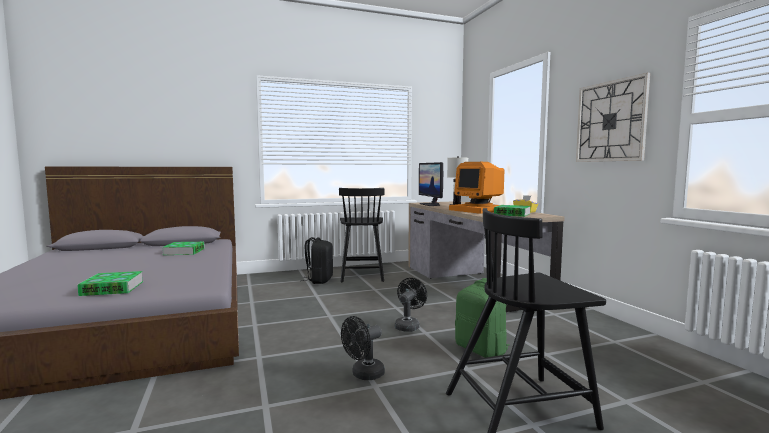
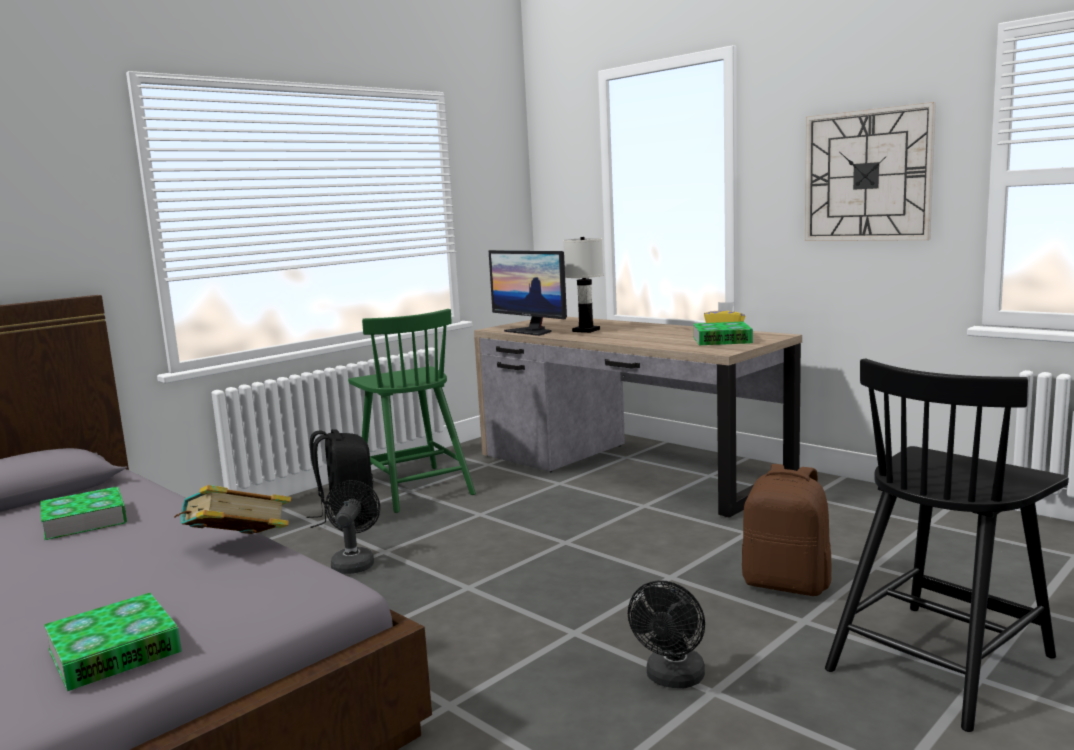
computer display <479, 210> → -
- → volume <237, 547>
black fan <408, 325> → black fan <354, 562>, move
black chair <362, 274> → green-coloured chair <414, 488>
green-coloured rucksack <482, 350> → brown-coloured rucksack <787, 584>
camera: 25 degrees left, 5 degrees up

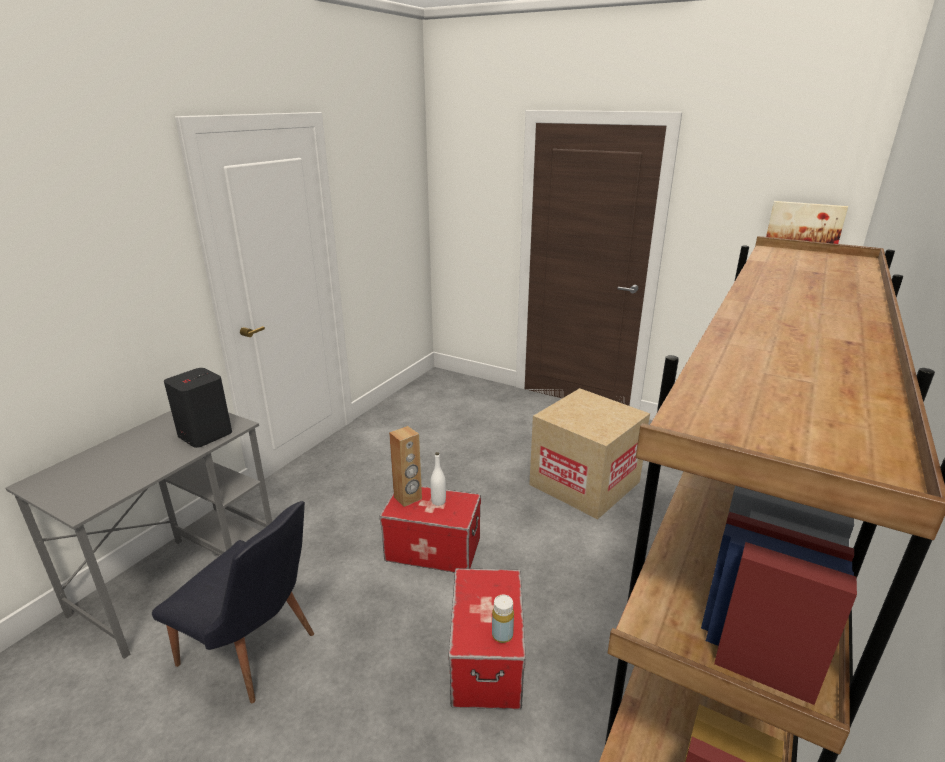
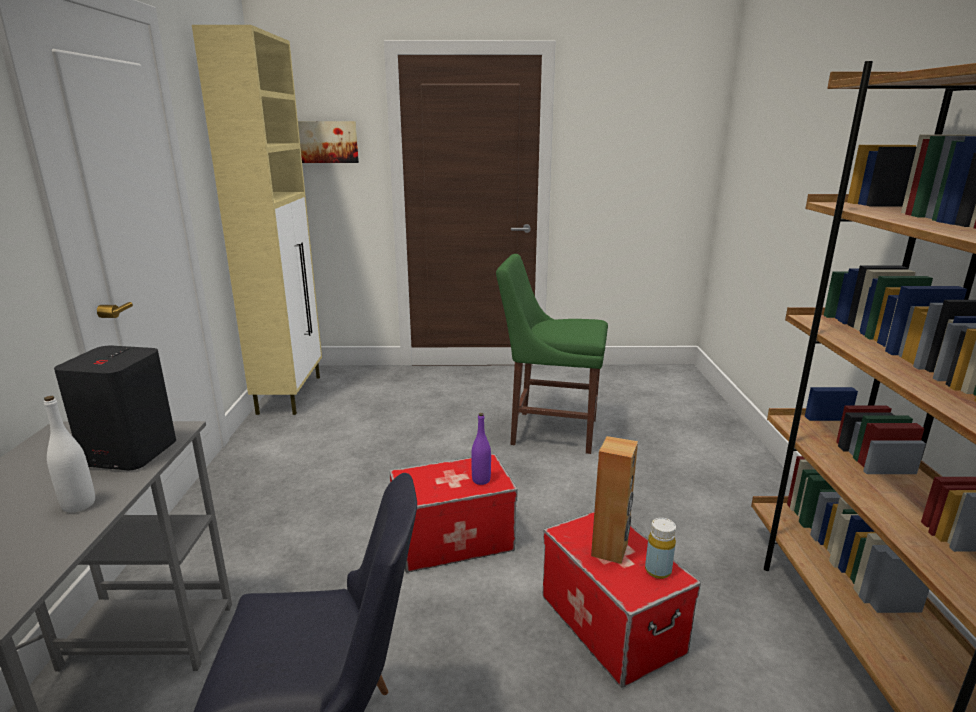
- → beige storage cabinet <290, 394>
- → purplish bottle <481, 480>
brown-coloured audio speaker <408, 498> → brown-coloured audio speaker <610, 550>, move
white bottle <438, 501> → white bottle <79, 505>, move
wall picture <804, 225> → wall picture <327, 142>, move
packing box <584, 483> → green-coloured chair <549, 430>
camera: 30 degrees left, 5 degrees down

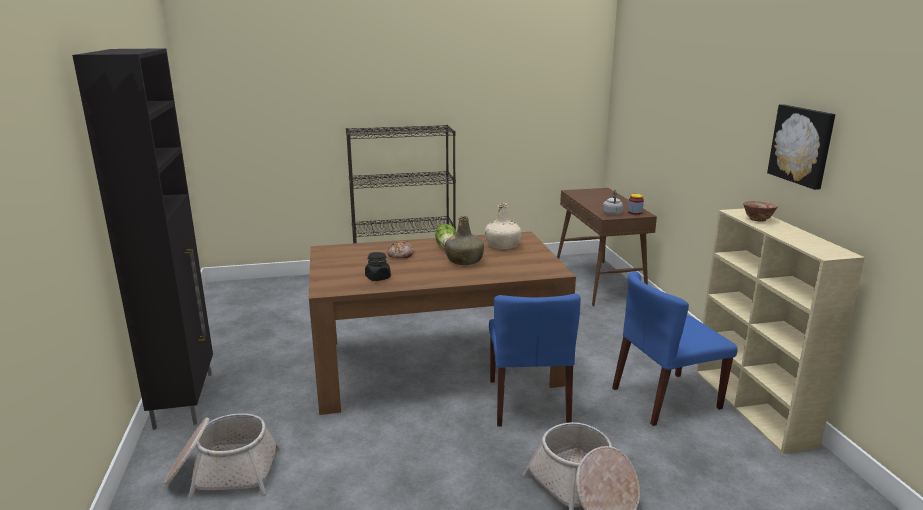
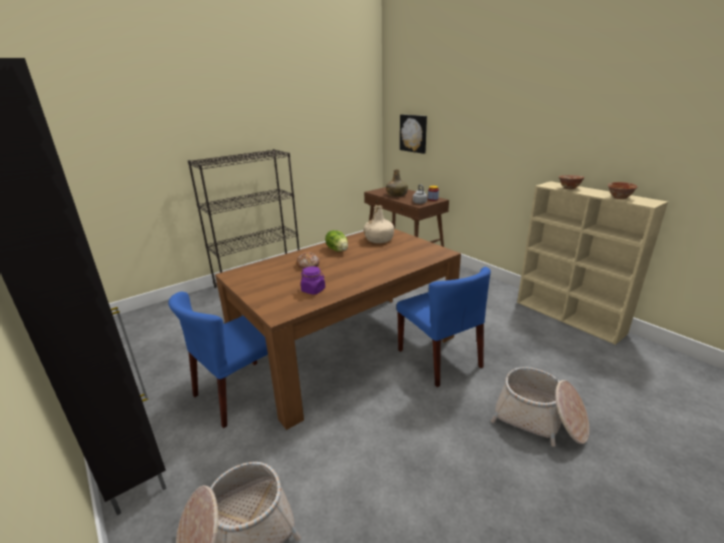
- → deep dish <619, 198>
green-coloured bottle <464, 261> → green-coloured bottle <396, 195>, move
blue chair <665, 398> → blue chair <240, 392>, move
wall picture <802, 145> → wall picture <414, 133>, move
black storage jar <378, 278> → purplish storage jar <313, 290>
camera: 25 degrees left, 5 degrees up

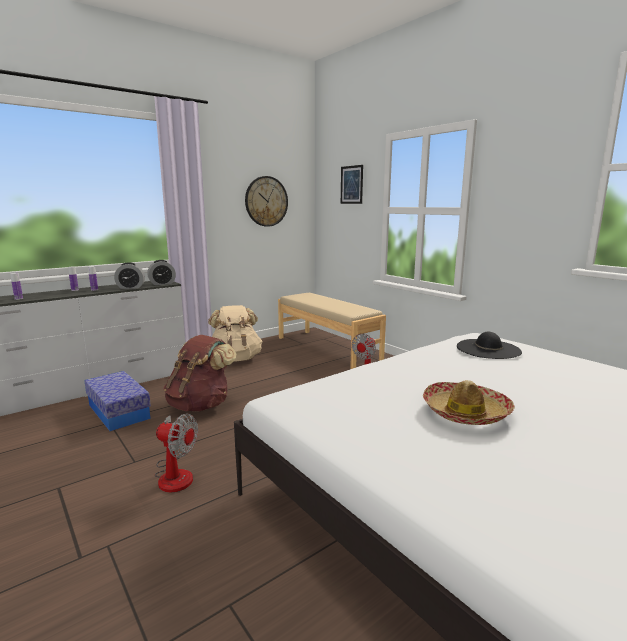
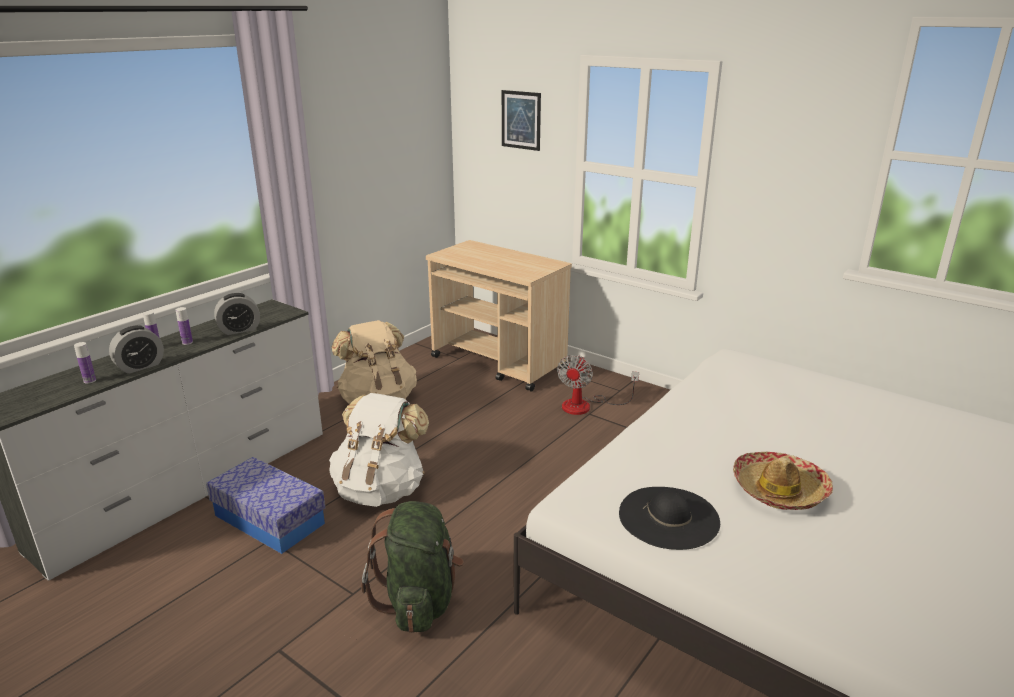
hanging clock <266, 201> → -
bedside clock <162, 283> → bedside clock <140, 366>, move
black clothing hat <488, 349> → black clothing hat <669, 517>, move
fan <175, 474> → green-coloured rucksack <419, 601>
beige long seat <328, 348> → beige wheeled cart <499, 363>
brown-coloured rucksack <201, 405> → white rucksack <381, 490>
camera: 15 degrees left, 10 degrees up

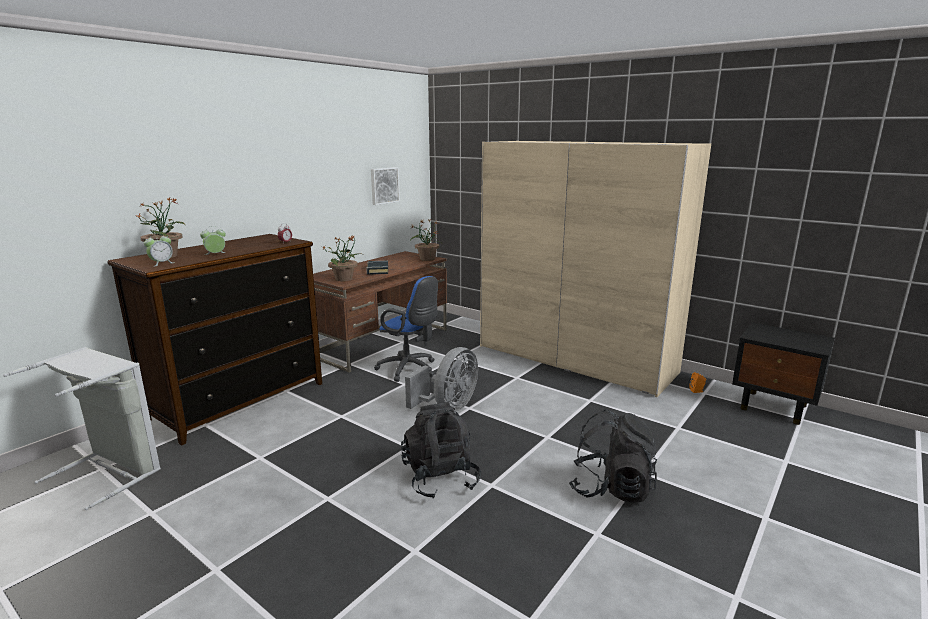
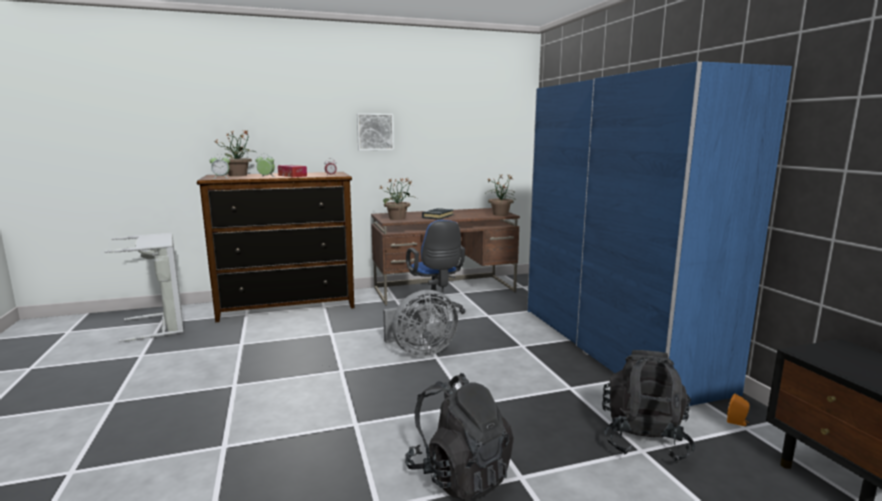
- → tissue holder <292, 176>
wall picture <384, 185> → wall picture <375, 131>, move
black rucksack <440, 478> → black rucksack <643, 440>, move
beige wardrobe <574, 359> → blue wardrobe <614, 346>
camera: 35 degrees right, 5 degrees down

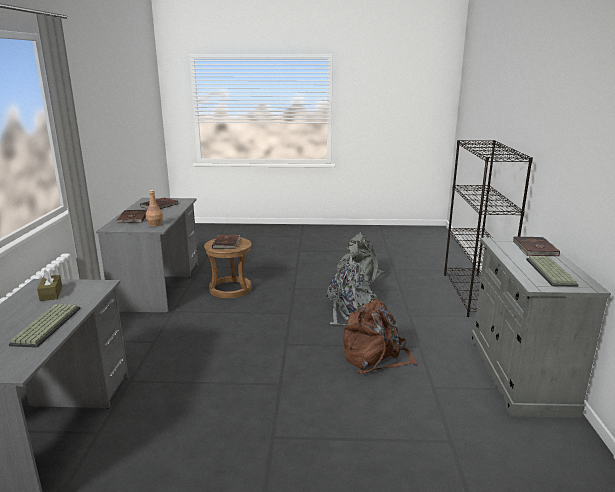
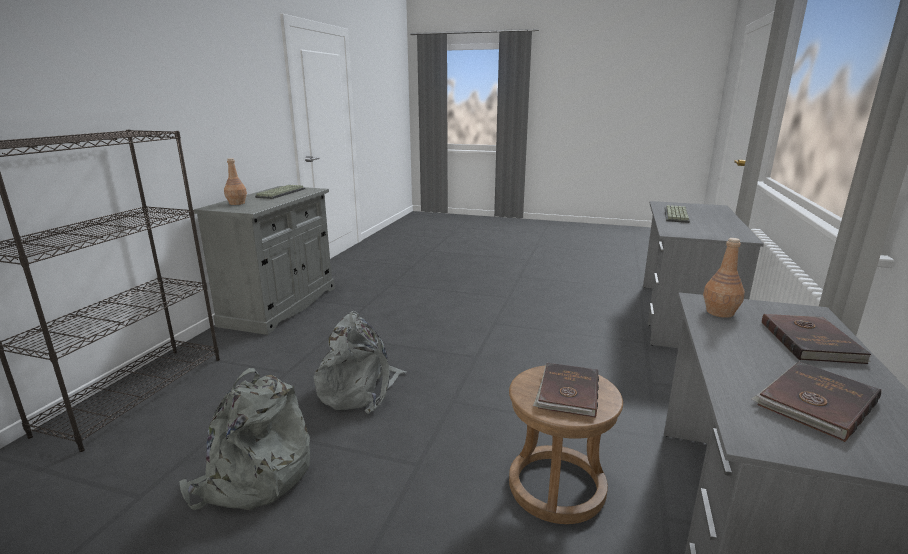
brown-coloured tissue holder <51, 293> → -
brown-coloured rucksack <375, 358> → -
brown-coloured volume <534, 248> → brown-coloured bottle <237, 203>
camera: 165 degrees left, 0 degrees up

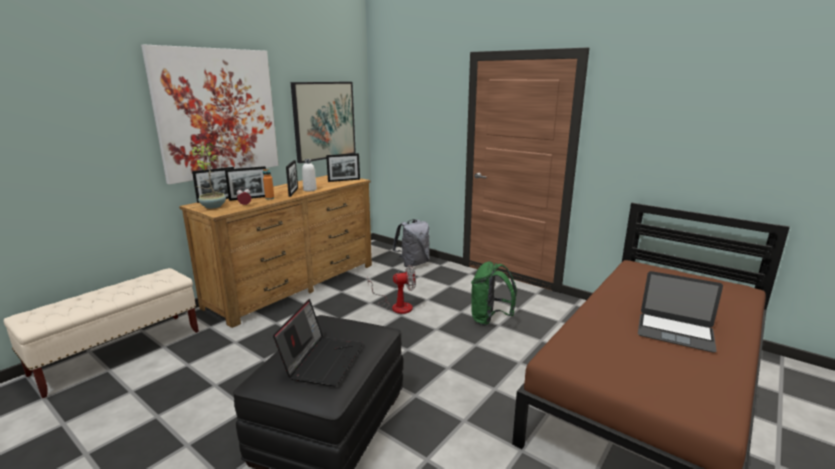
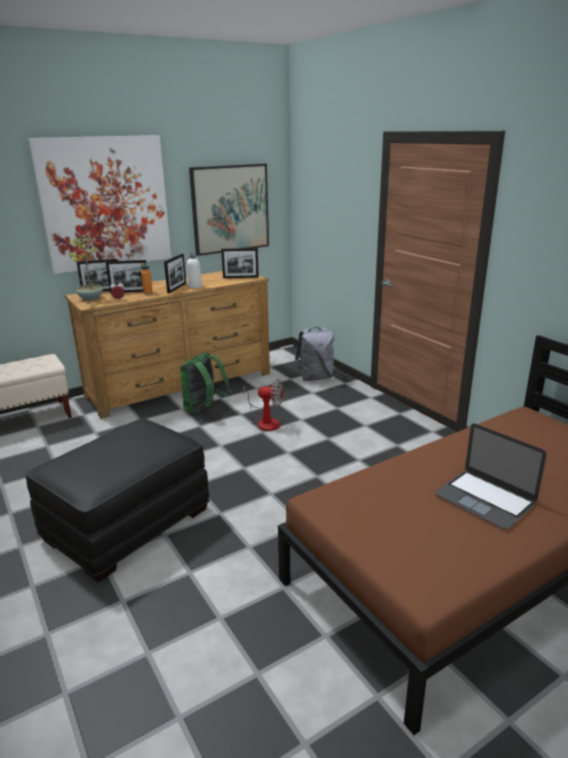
notebook computer <322, 360> → -
green-coloured rucksack <490, 319> → green-coloured rucksack <204, 409>, move
camera: 20 degrees right, 5 degrees up

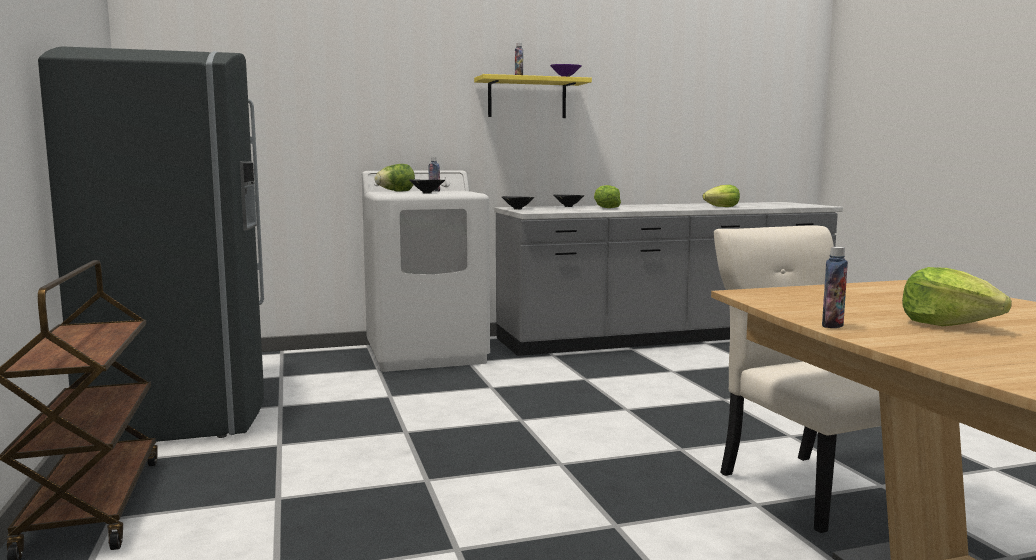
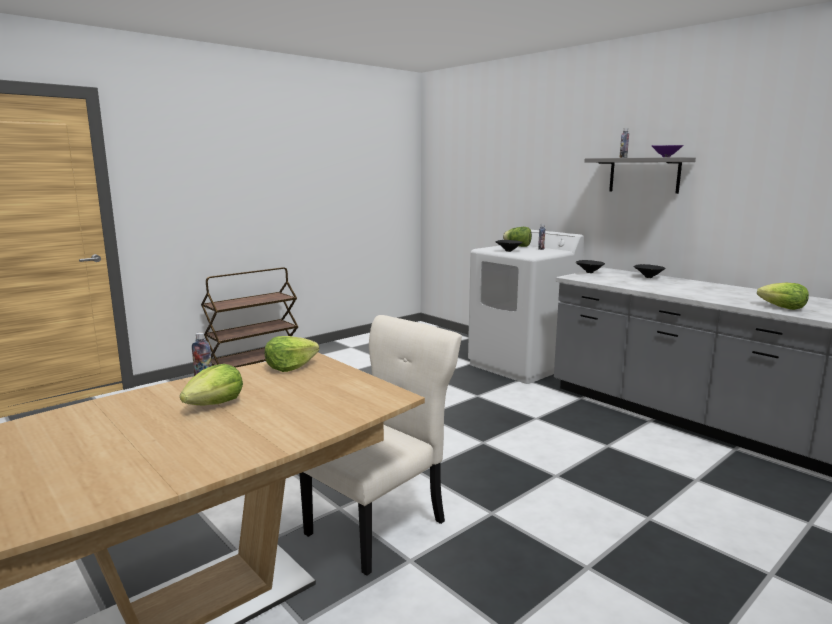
greyish kitchen fridge <184, 409> → -
head of lettuce <605, 207> → head of lettuce <290, 367>, move
yellow-coloured wall shelf <527, 98> → greyish wall shelf <644, 175>
camera: 65 degrees right, 5 degrees up

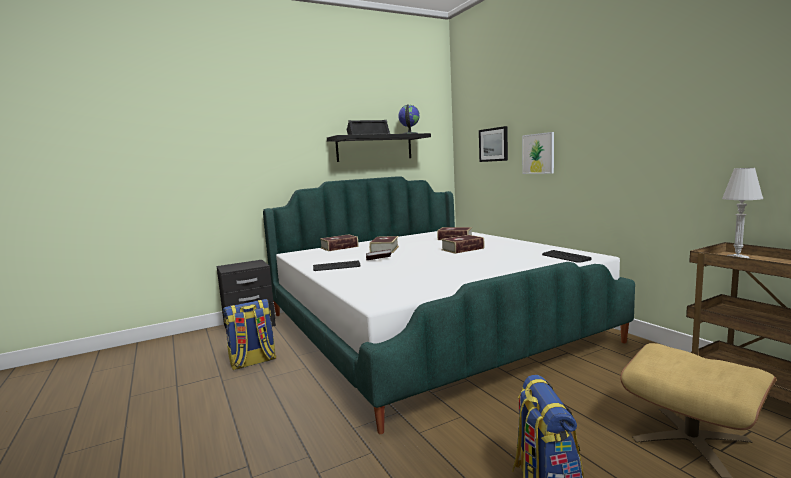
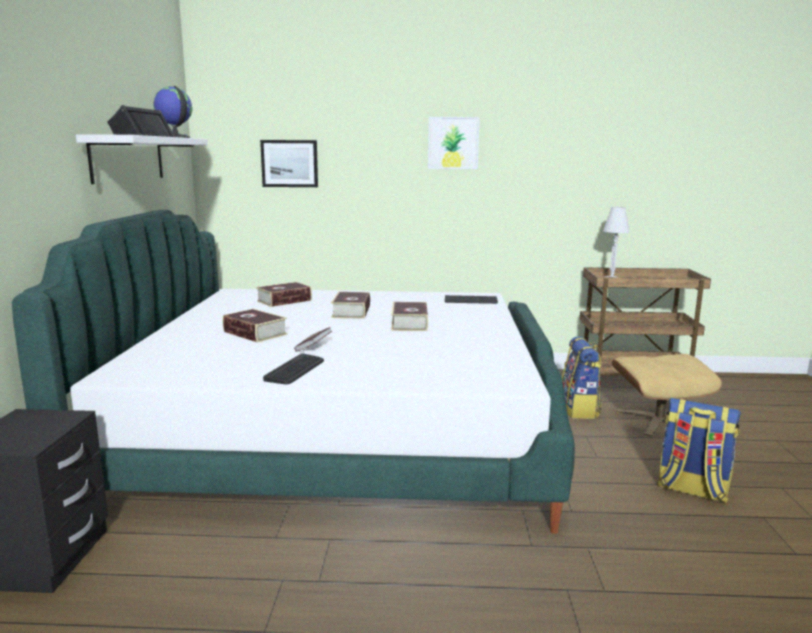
rucksack <252, 362> → rucksack <580, 410>, move
volume <339, 247> → volume <409, 323>, move
wall picture <538, 153> → wall picture <453, 143>, move
black wall shelf <374, 148> → white wall shelf <128, 158>
camera: 60 degrees left, 5 degrees up

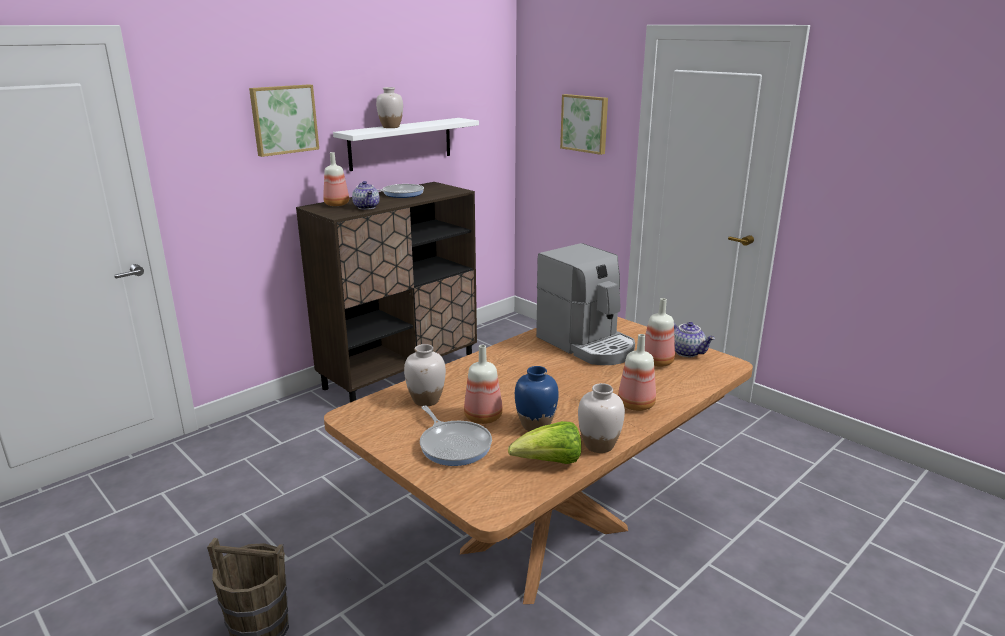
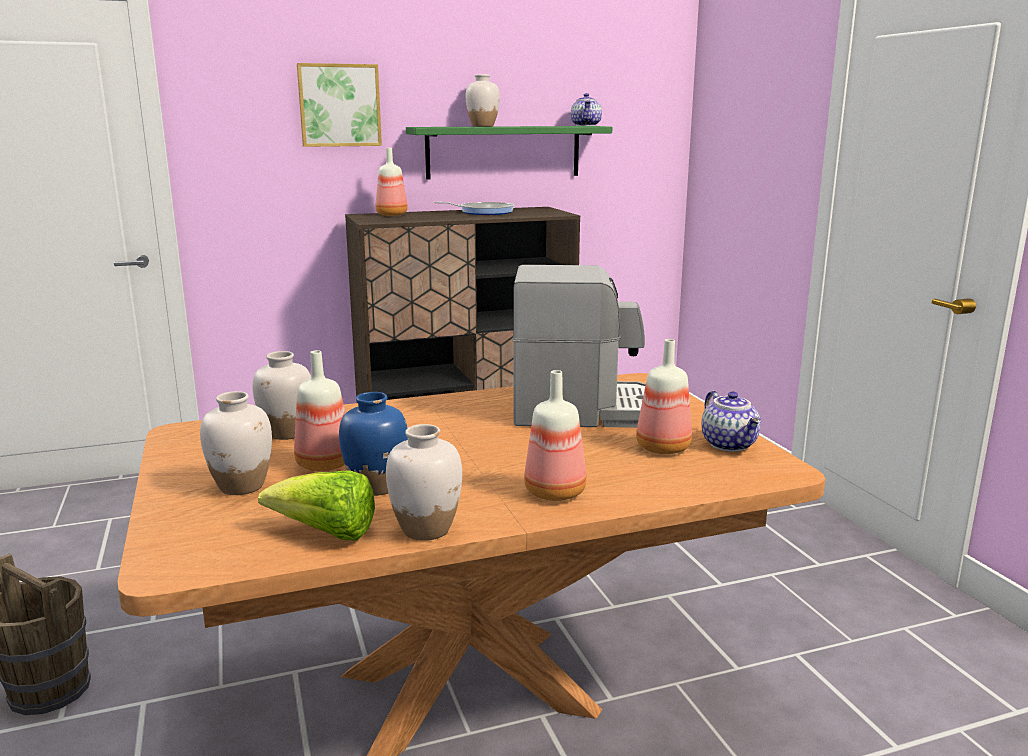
wall picture <585, 123> → -
teapot <367, 207> → teapot <586, 125>, move
frying pan <454, 445> → white flower vase <242, 486>
white wall shelf <401, 143> → green-coloured wall shelf <503, 152>
coffee brewer <587, 344> → coffee brewer <586, 411>, 75 degrees counterclockwise
camera: 25 degrees right, 5 degrees down

